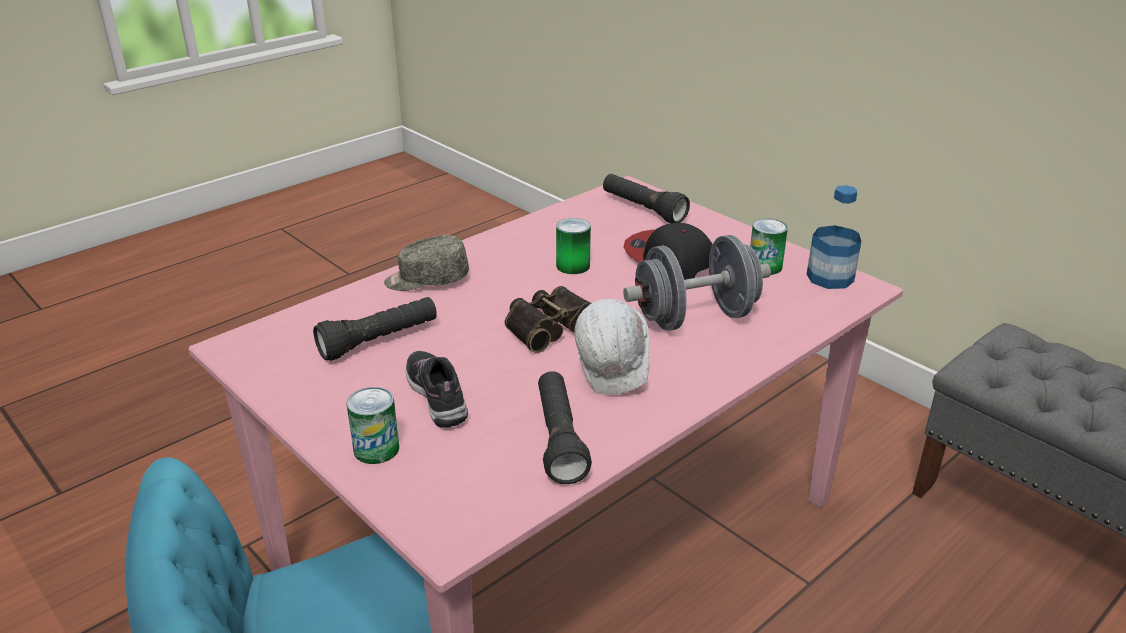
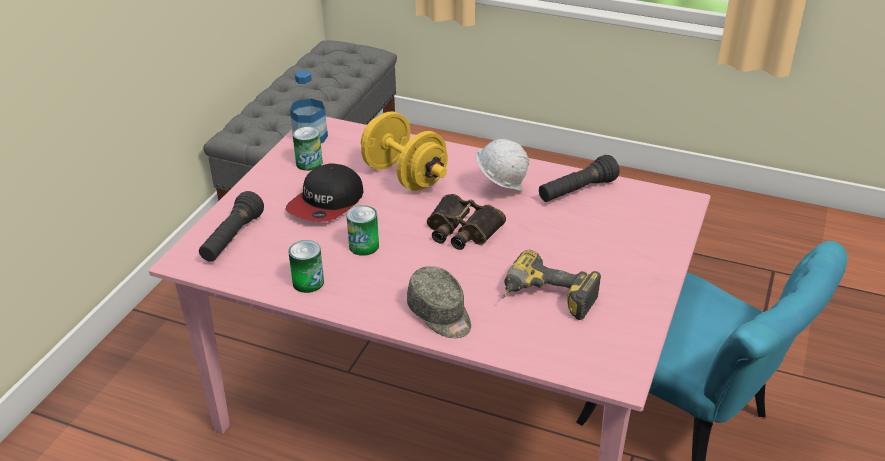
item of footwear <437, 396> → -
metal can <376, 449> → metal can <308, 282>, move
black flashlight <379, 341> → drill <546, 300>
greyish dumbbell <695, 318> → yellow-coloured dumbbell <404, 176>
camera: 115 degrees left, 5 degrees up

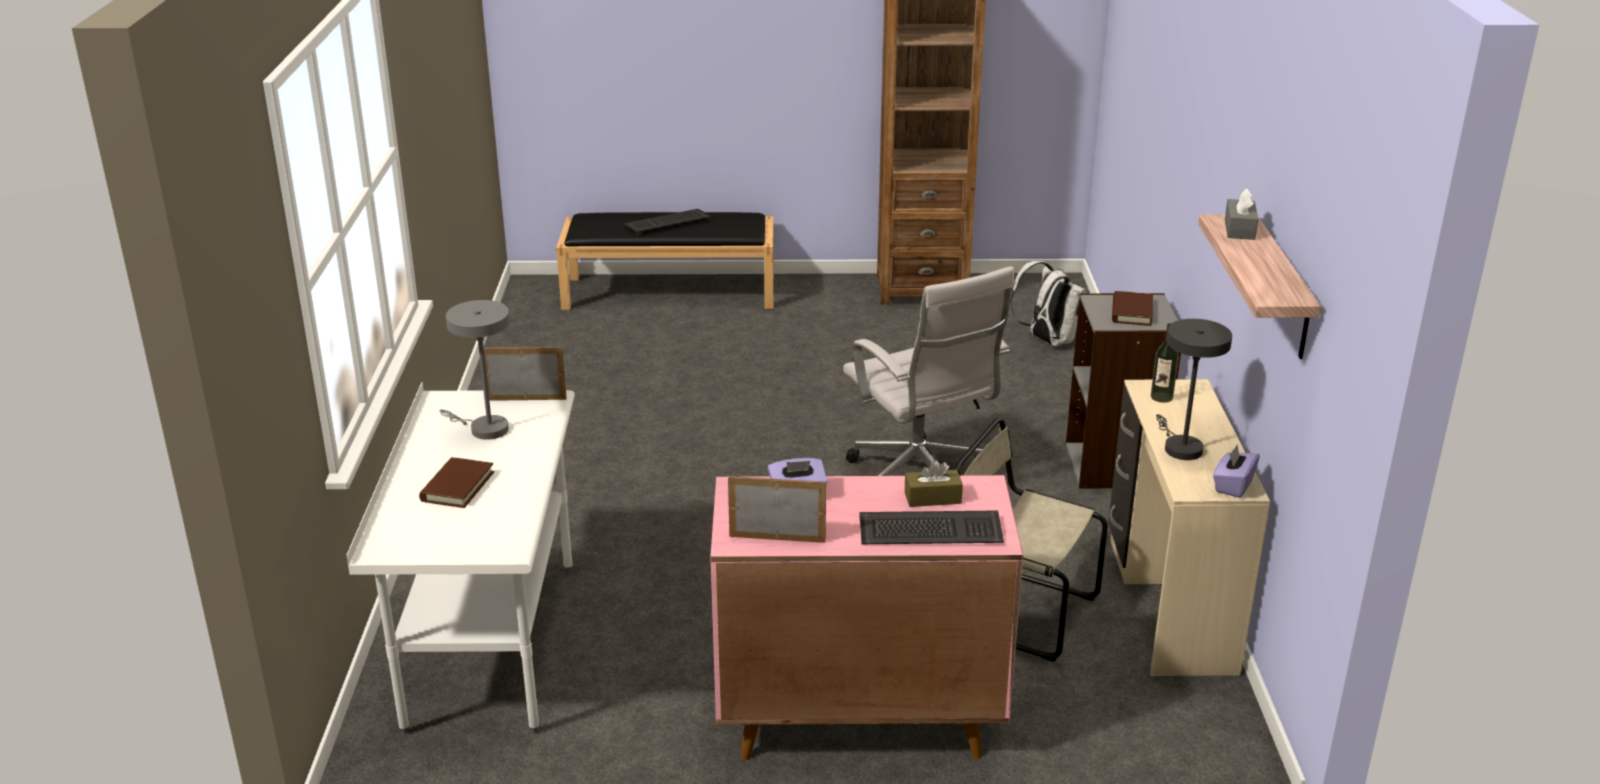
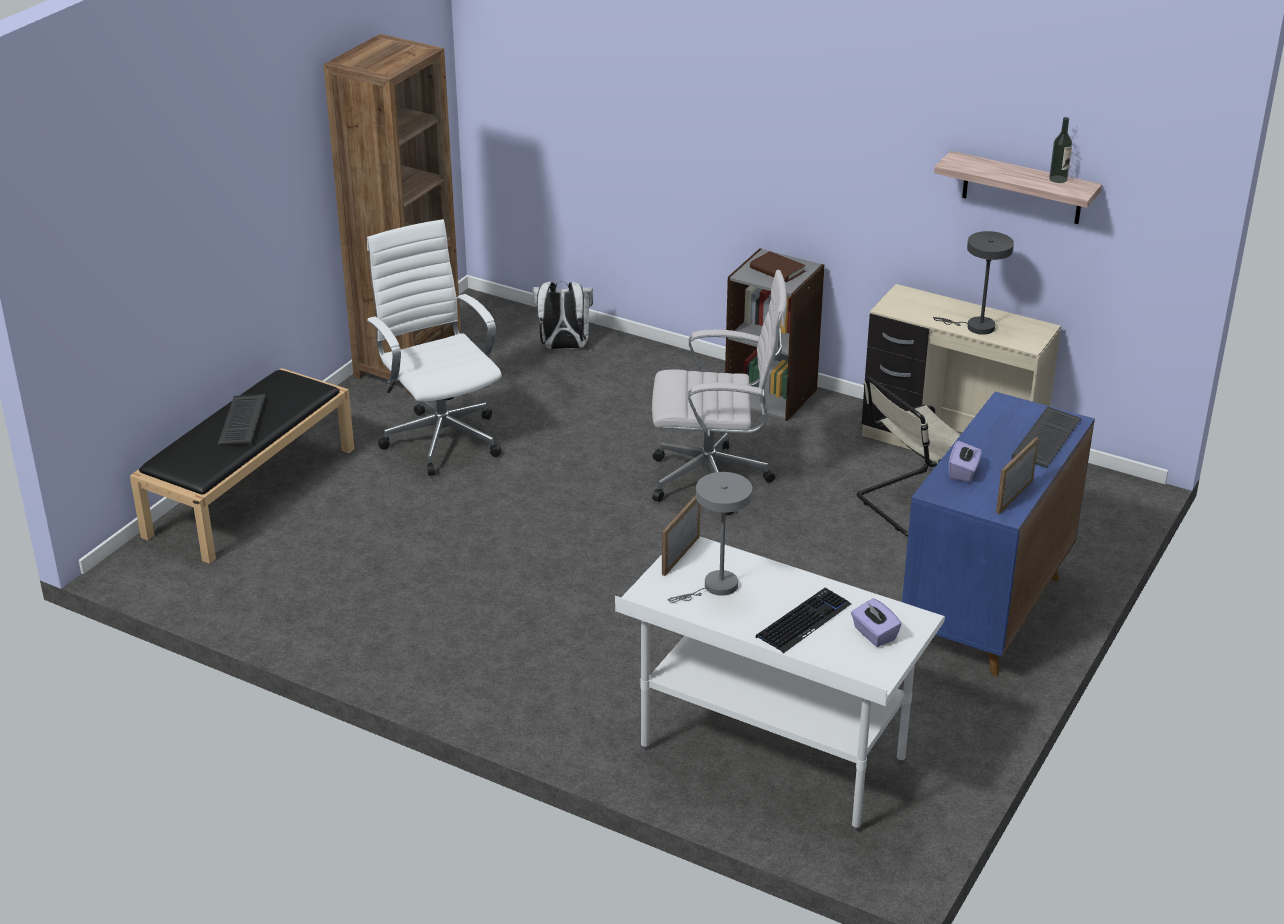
brown-coloured tissue holder <932, 498> → -
greyish tissue holder <1239, 229> → -
- → white computer chair <441, 438>
bottle <1161, 397> → bottle <1058, 179>, move
purplish tissue holder <1233, 485> → purplish tissue holder <874, 634>, move
brown-coloured volume <457, 486> → computer keyboard <803, 621>
pink storage cabinet <856, 719> → blue storage cabinet <986, 613>
camera: 60 degrees left, 5 degrees up

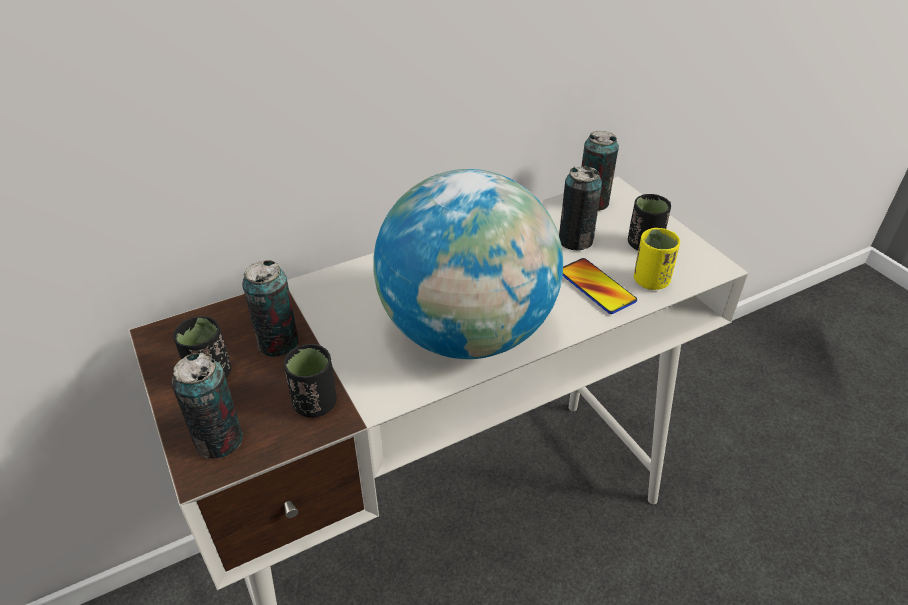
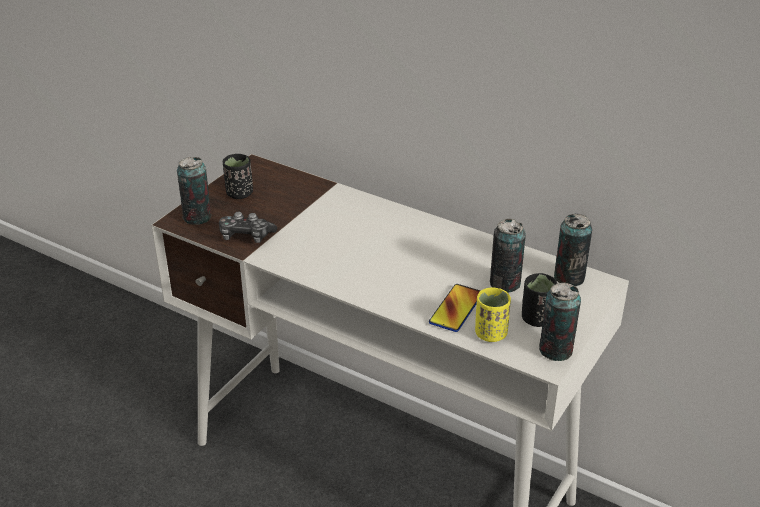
world globe <467, 333> → -
metal can <278, 343> → metal can <556, 350>, move
black cup <315, 404> → gamepad <246, 236>
camera: 60 degrees right, 5 degrees down

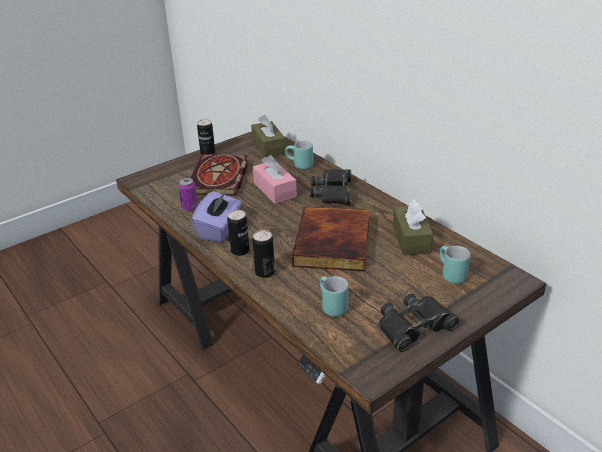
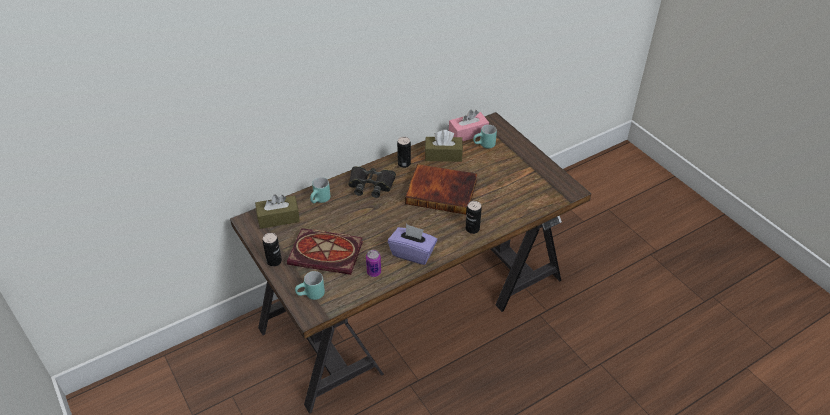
black field glasses <414, 327> → -
metal can <240, 251> → metal can <404, 164>, move
pink tissue holder <275, 190> → pink tissue holder <468, 133>, move
blue-green coffee mug <330, 306> → blue-green coffee mug <311, 296>, move
camera: 85 degrees left, 10 degrees up

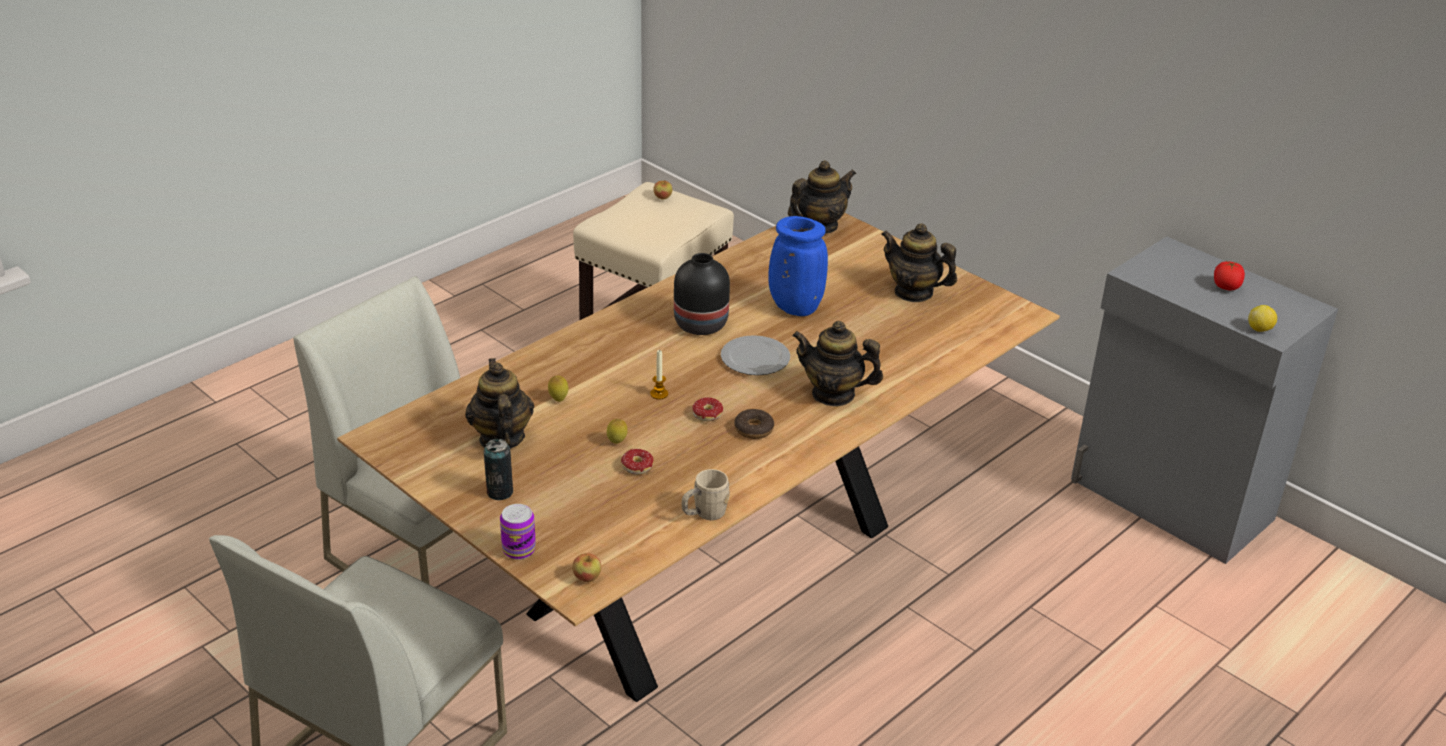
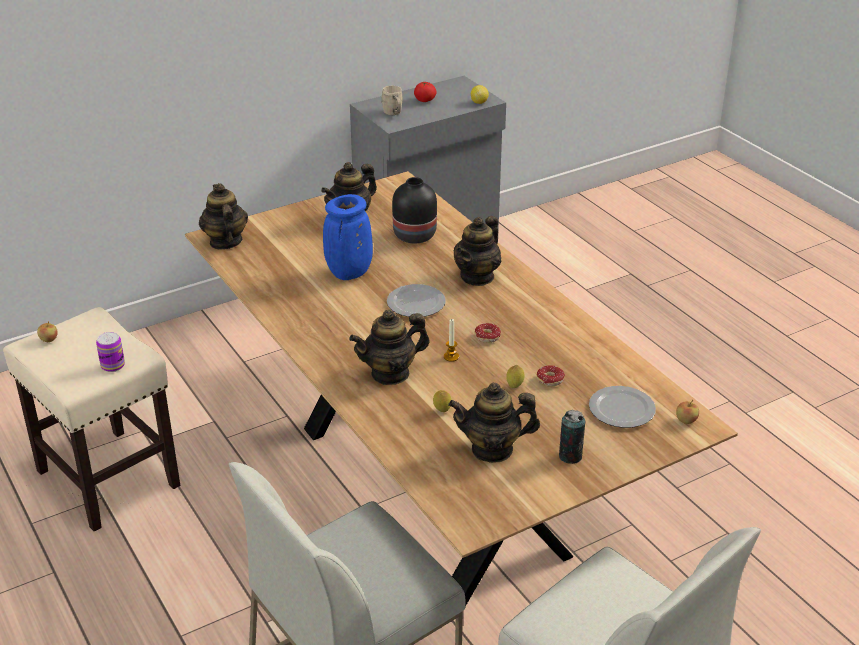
donut <753, 429> → -
- → teapot <390, 373>
- → dinner plate <621, 408>
metal can <519, 549> → metal can <113, 365>, move
black flower vase <701, 323> → black flower vase <414, 235>, move
beige coffee mug <704, 514> → beige coffee mug <393, 113>, move
camera: 75 degrees left, 0 degrees up

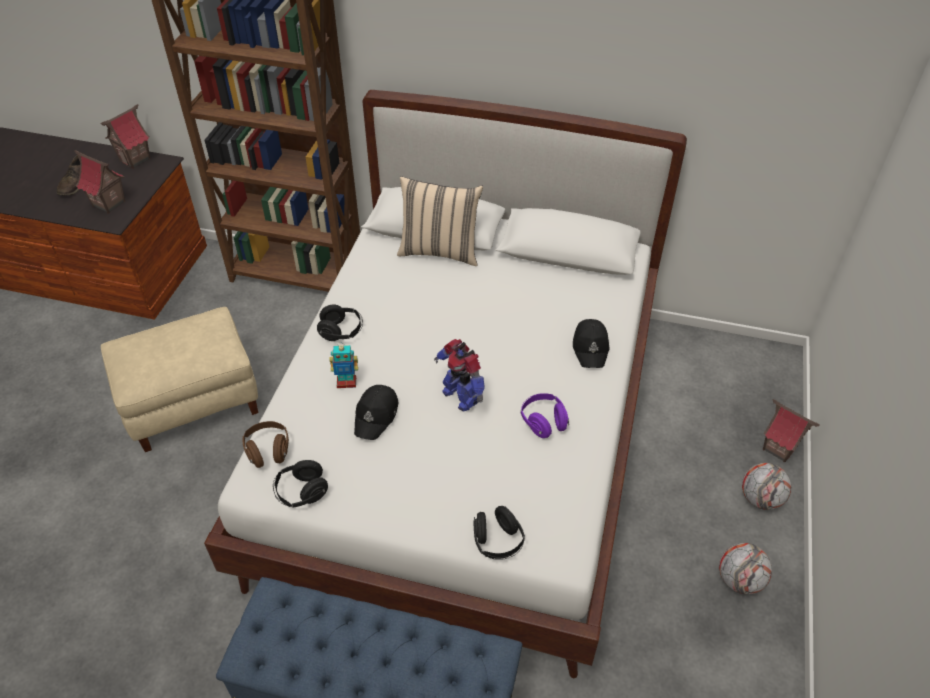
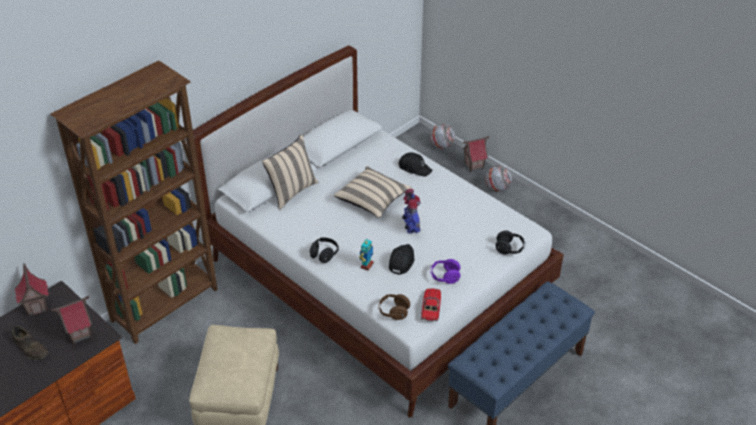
- → beige throw pillow <372, 200>
purplish pair of headphones <543, 422> → purplish pair of headphones <444, 277>, move
football <739, 580> → football <442, 146>, move
black pair of headphones <301, 492> → model car <431, 308>
black cap <376, 415> → black cap <401, 261>, 120 degrees counterclockwise
robot figure <461, 396> → robot figure <411, 226>, 90 degrees counterclockwise
camera: 60 degrees left, 5 degrees down

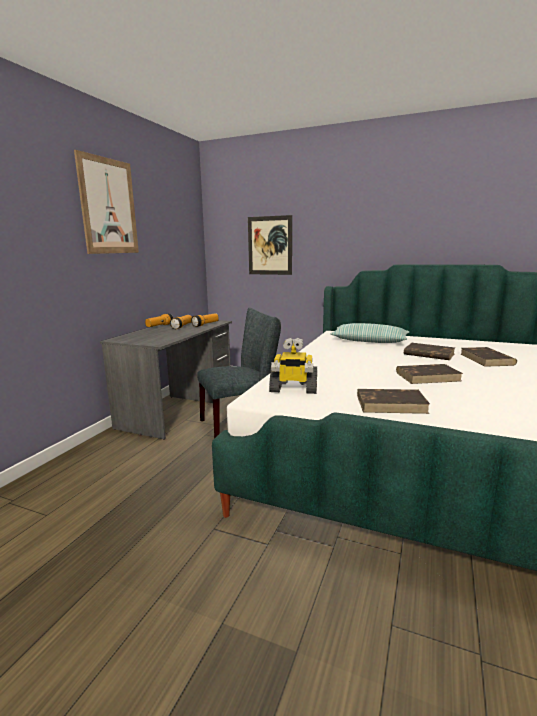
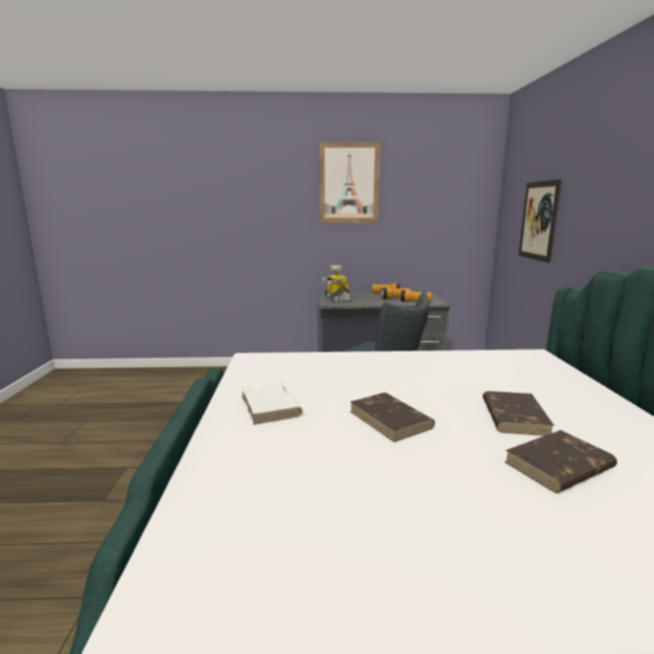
throw pillow <369, 341> → -
robot figure <293, 389> → robot figure <336, 299>, move
brown-coloured volume <391, 404> → white volume <270, 406>
camera: 65 degrees right, 0 degrees up

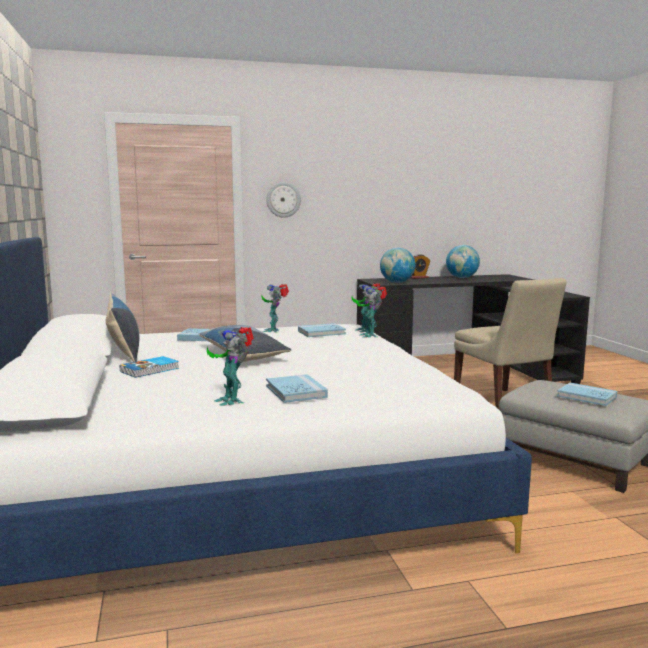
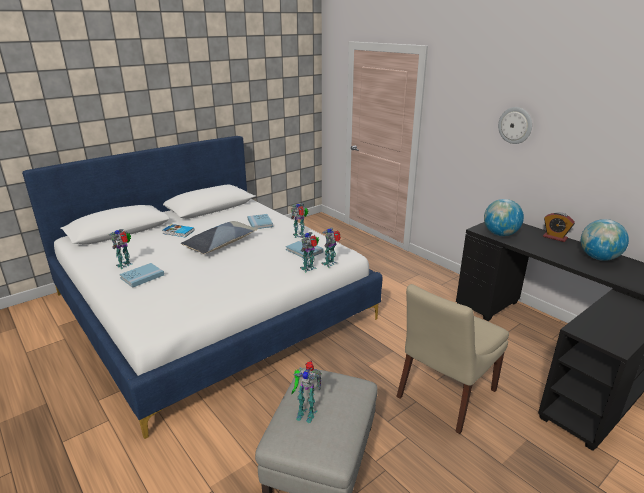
throw pillow <124, 351> → -
hanging clock <283, 199> → hanging clock <515, 125>, move
blue volume <586, 396> → robot figure <305, 412>
camera: 65 degrees right, 15 degrees up

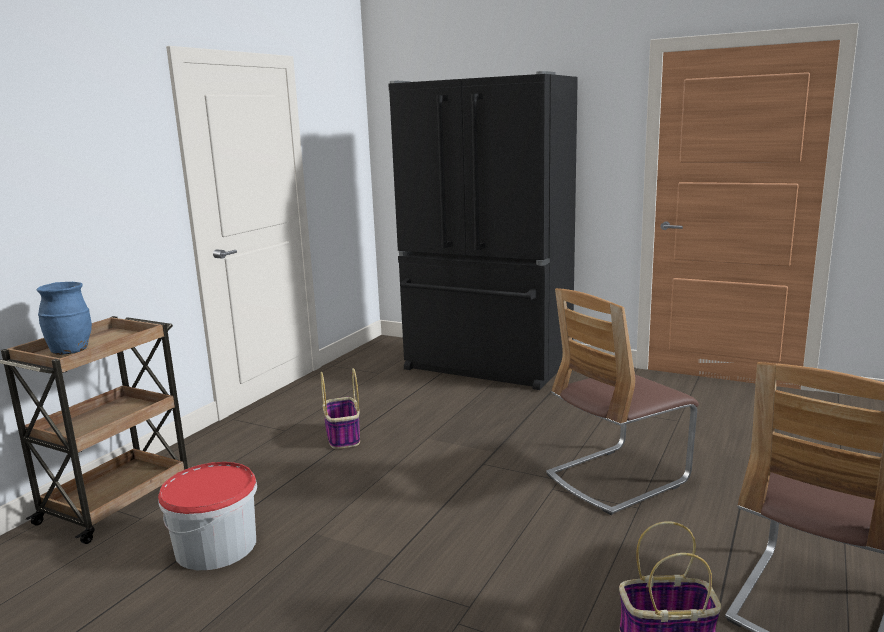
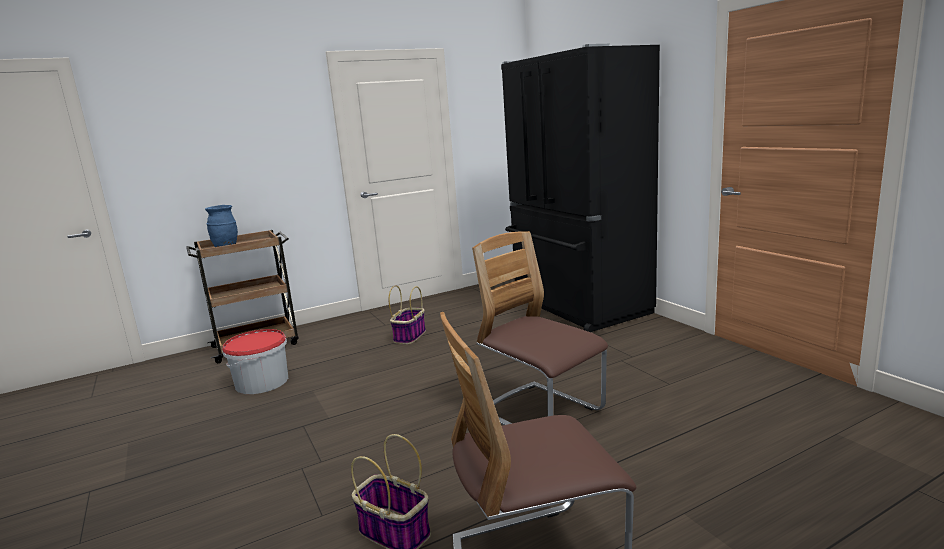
chair <617, 478> → chair <541, 413>, 45 degrees clockwise
camera: 35 degrees right, 0 degrees up

